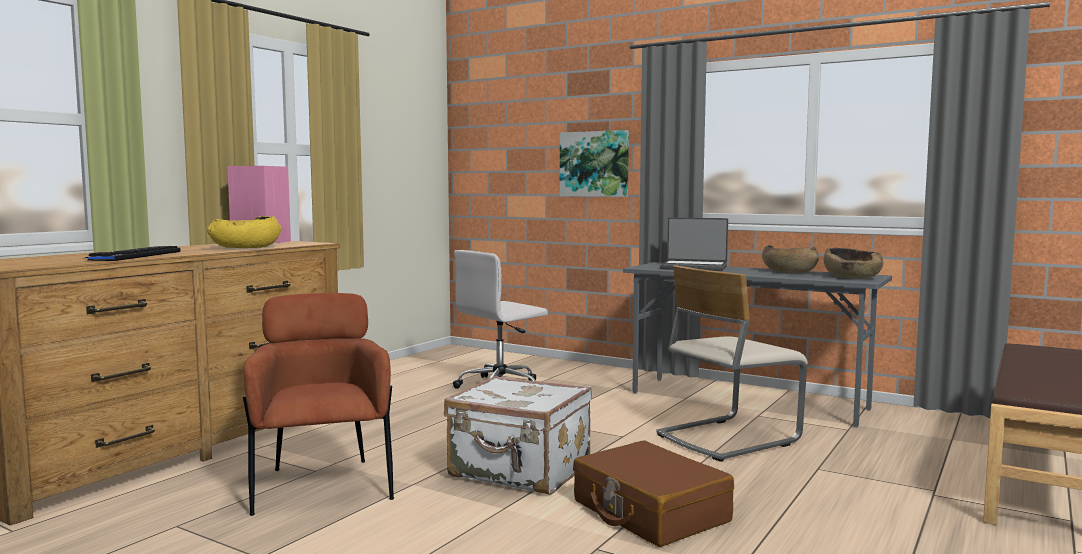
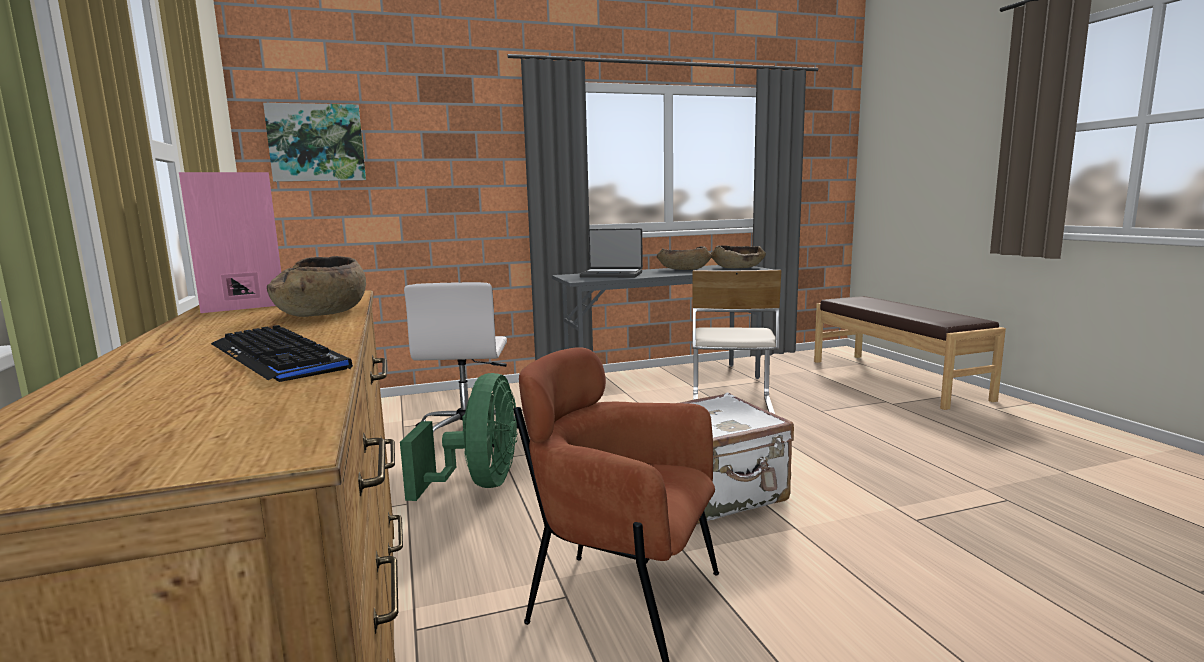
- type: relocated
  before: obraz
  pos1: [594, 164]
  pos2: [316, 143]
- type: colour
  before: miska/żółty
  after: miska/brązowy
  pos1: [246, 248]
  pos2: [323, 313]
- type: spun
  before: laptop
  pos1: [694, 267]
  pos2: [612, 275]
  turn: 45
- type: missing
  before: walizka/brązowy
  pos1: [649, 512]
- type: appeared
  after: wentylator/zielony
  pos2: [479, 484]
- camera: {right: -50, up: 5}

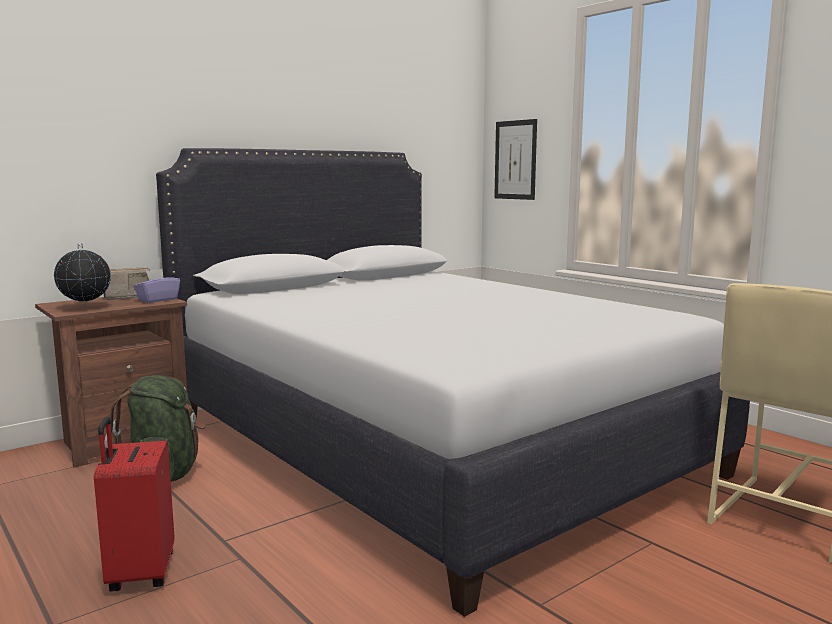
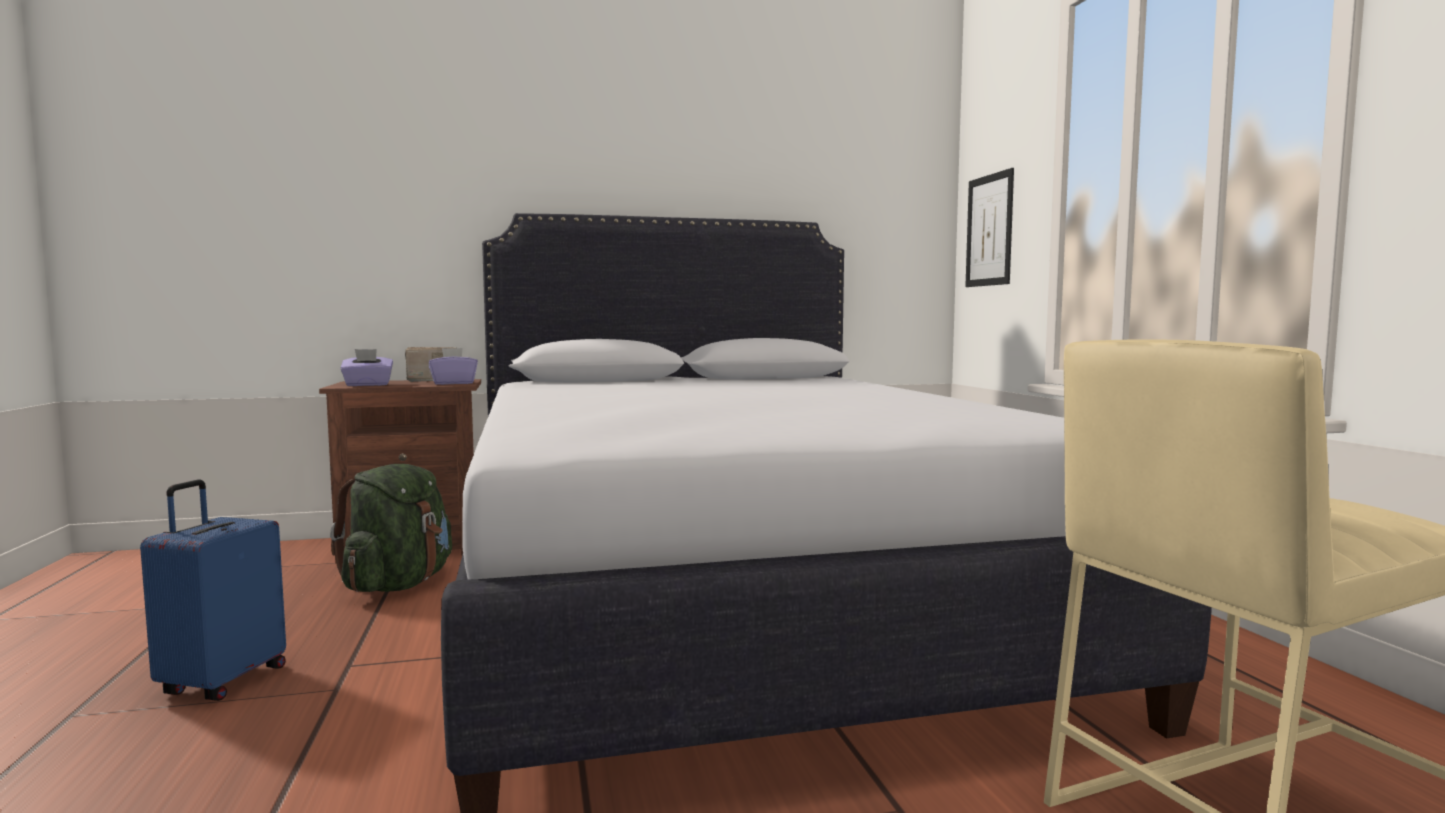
- type: exchanged
  before: globus
  after: pudełko chusteczek/fioletowy
  pos1: [86, 308]
  pos2: [368, 385]
- type: colour
  before: walizka/czerwony
  after: walizka/niebieski
  pos1: [139, 573]
  pos2: [222, 682]
- camera: {right: 25, up: -5}

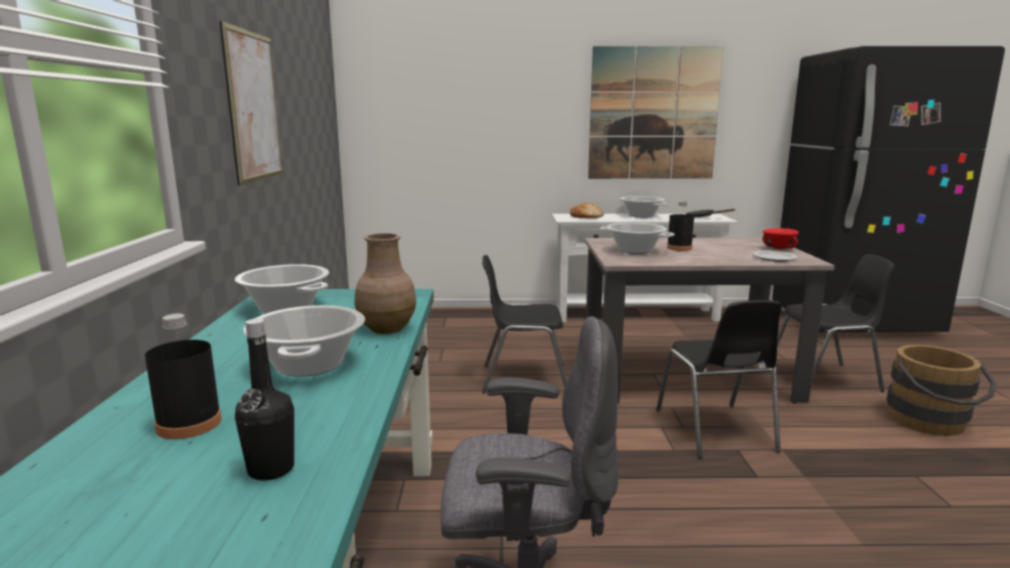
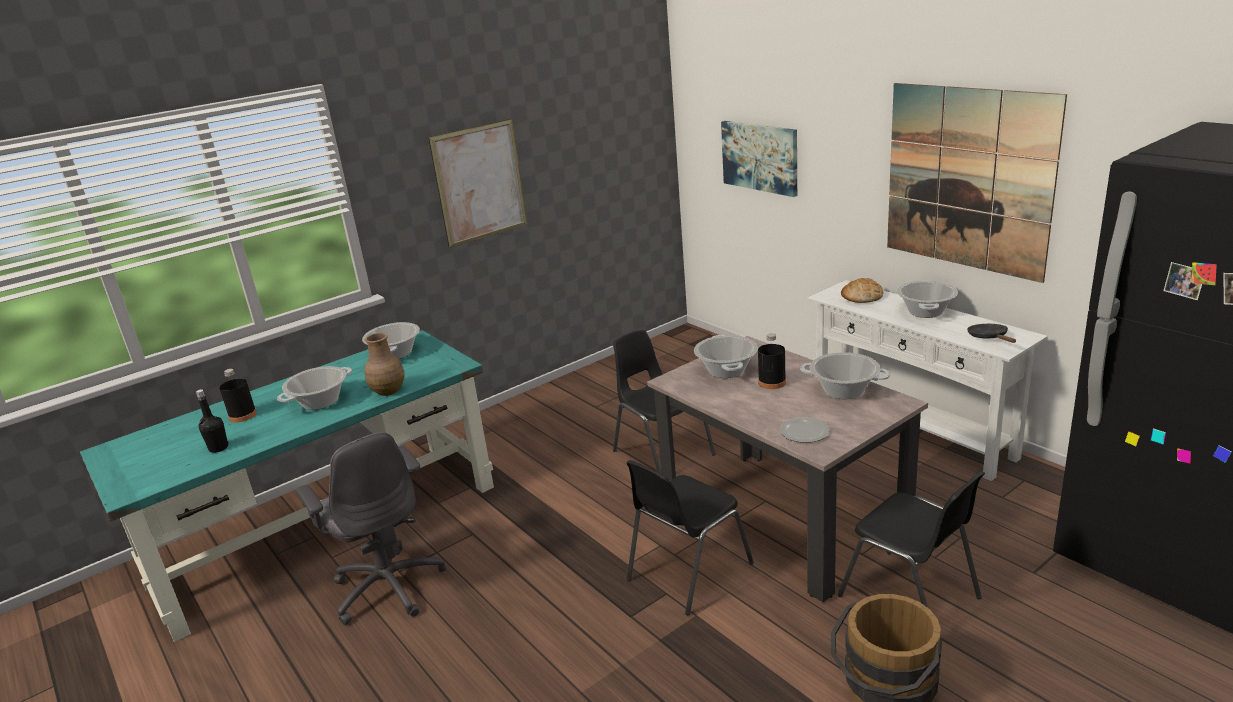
- type: missing
  before: miska/czerwony
  pos1: [779, 248]
- type: appeared
  after: obraz
  pos2: [760, 157]
- type: appeared
  after: garnek
  pos2: [844, 391]
- camera: {right: 55, up: 10}

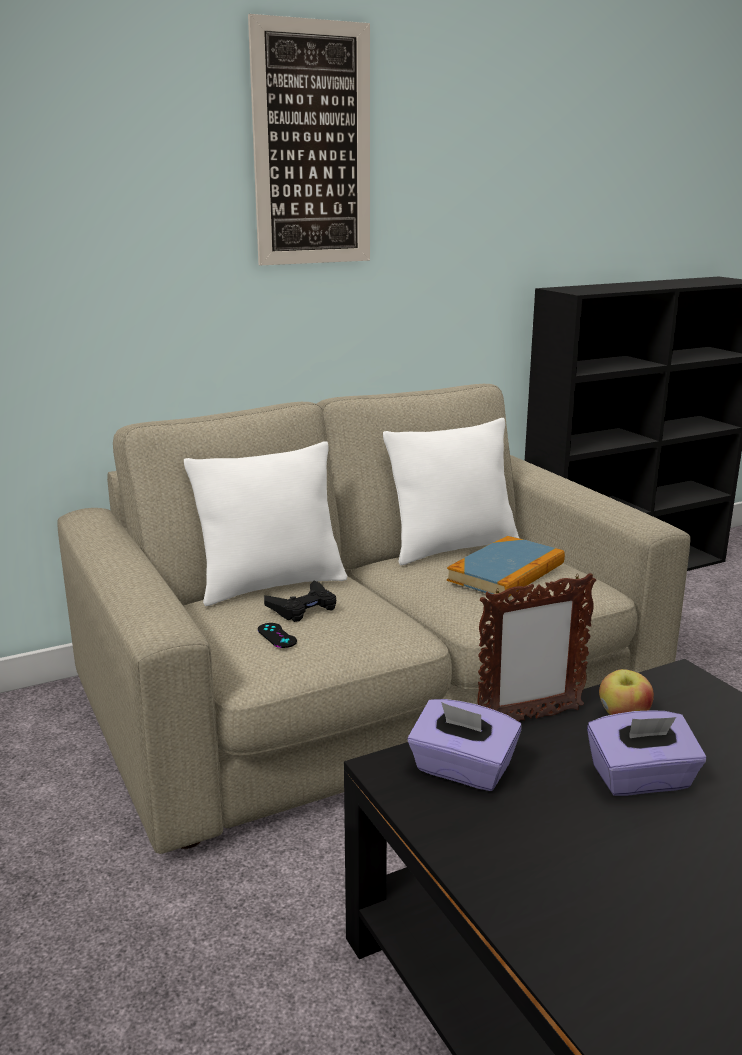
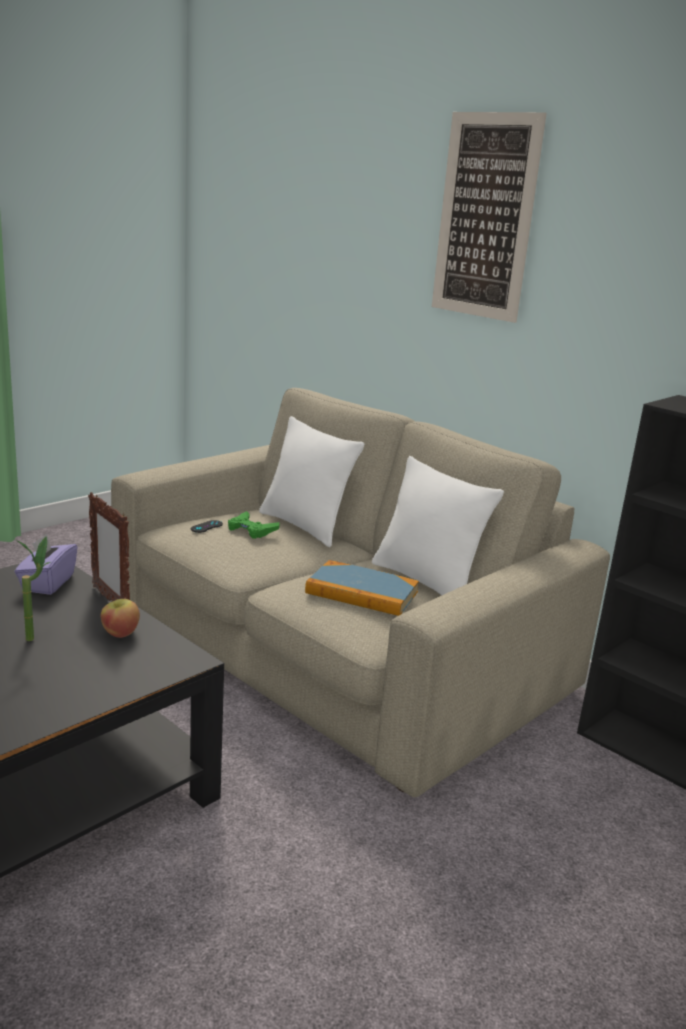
- type: colour
  before: pad do gier/czarny
  after: pad do gier/zielony
  pos1: [303, 608]
  pos2: [251, 530]
- type: exchanged
  before: pudełko chusteczek/fioletowy
  after: roślina doniczkowa
  pos1: [641, 780]
  pos2: [37, 636]
- camera: {right: 70, up: 0}

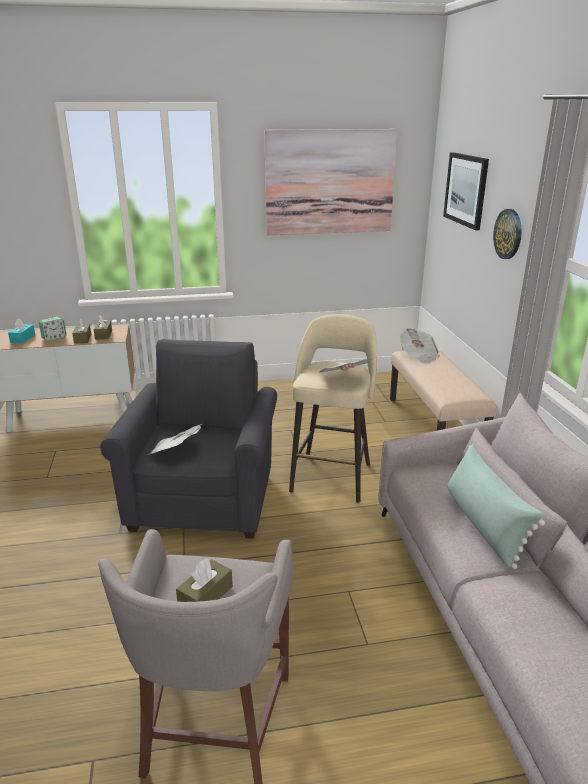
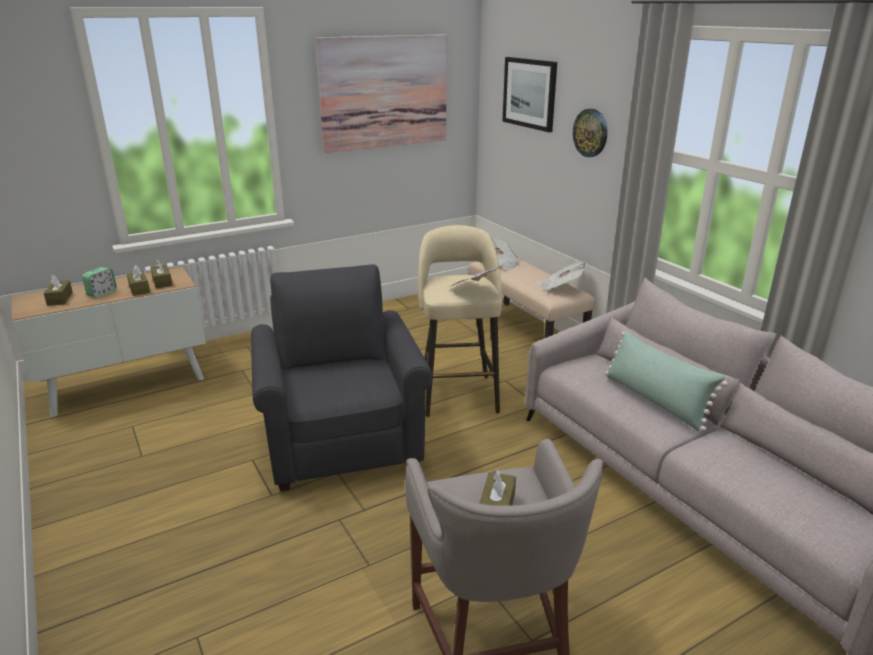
- type: colour
  before: pudełko chusteczek/turkusowy
  after: pudełko chusteczek/brązowy
  pos1: [23, 338]
  pos2: [60, 299]
- type: relocated
  before: gazeta
  pos1: [176, 452]
  pos2: [560, 287]
- camera: {right: -20, up: 0}

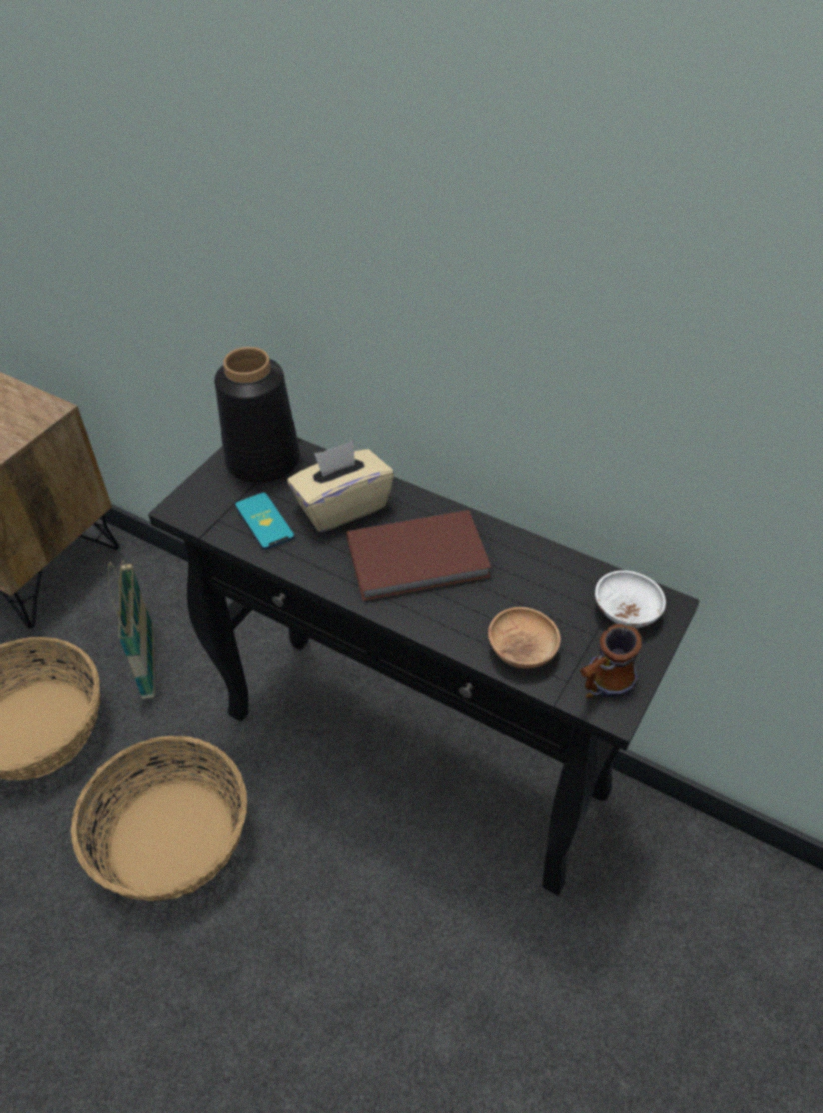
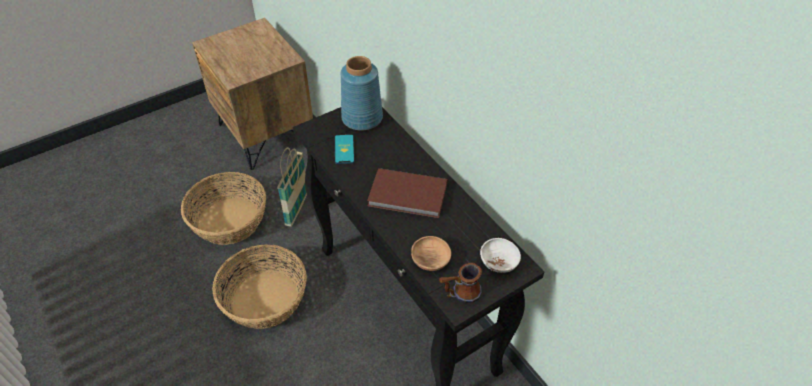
- type: colour
  before: wazon/czarny
  after: wazon/niebieski
  pos1: [263, 459]
  pos2: [362, 118]
- type: missing
  before: pudełko chusteczek/beżowy
  pos1: [342, 506]
- camera: {right: 25, up: 0}

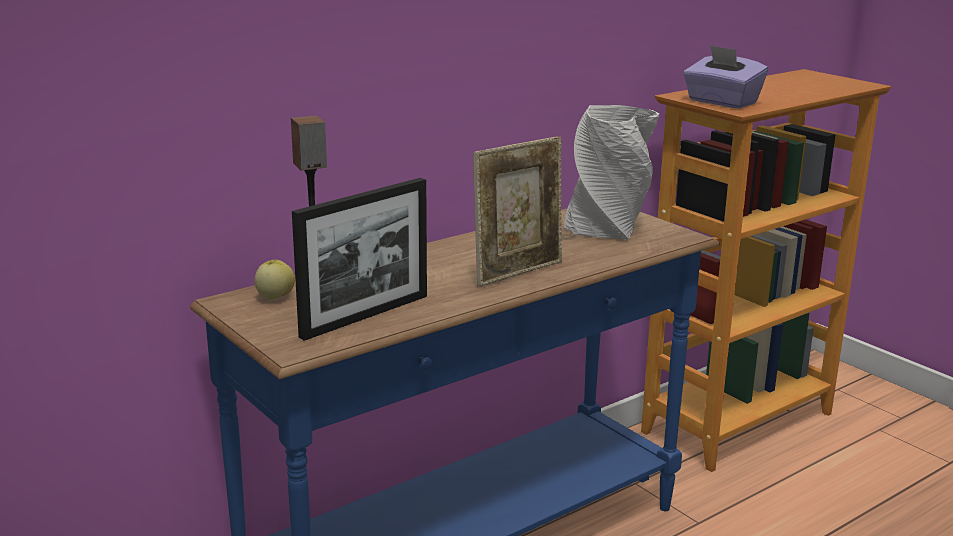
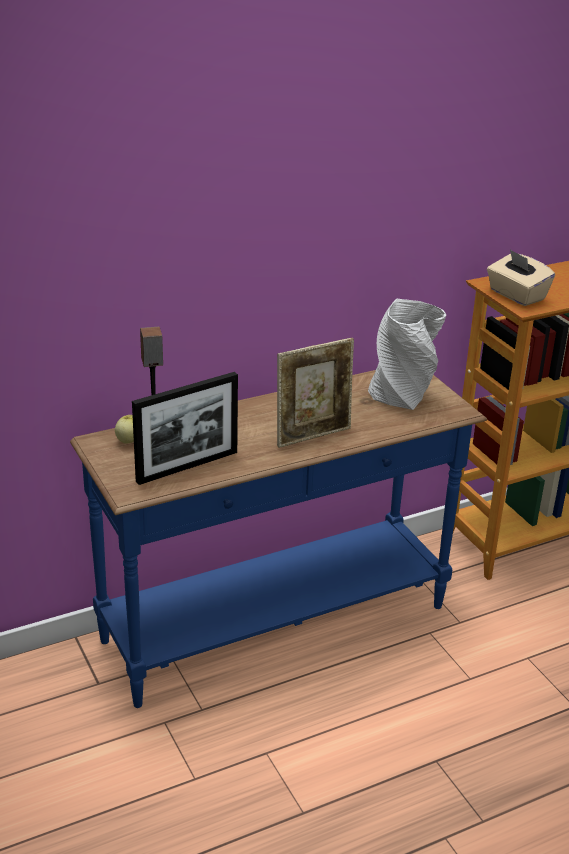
- type: colour
  before: pudełko chusteczek/fioletowy
  after: pudełko chusteczek/beżowy
  pos1: [721, 102]
  pos2: [516, 295]
- camera: {right: 10, up: 10}

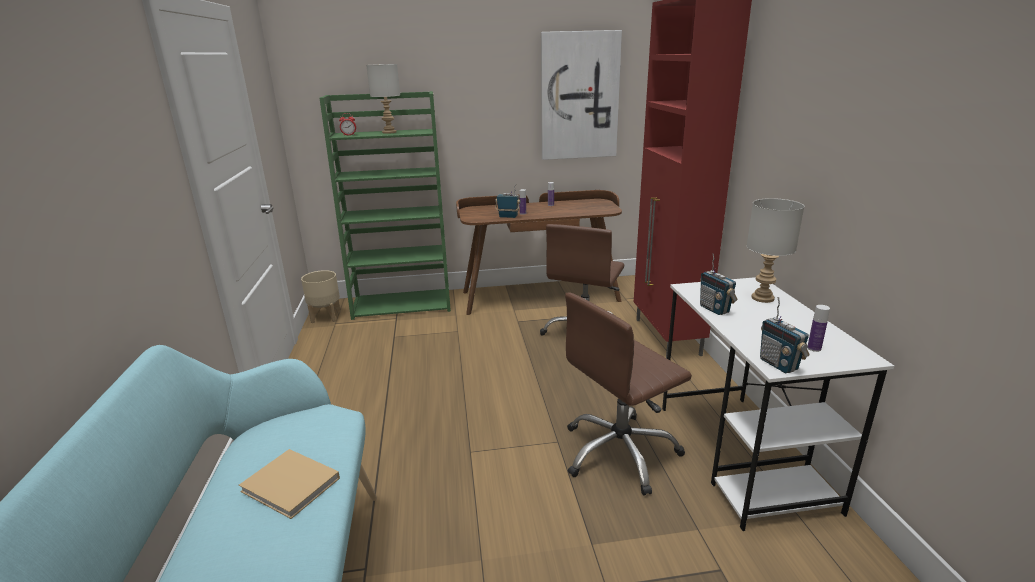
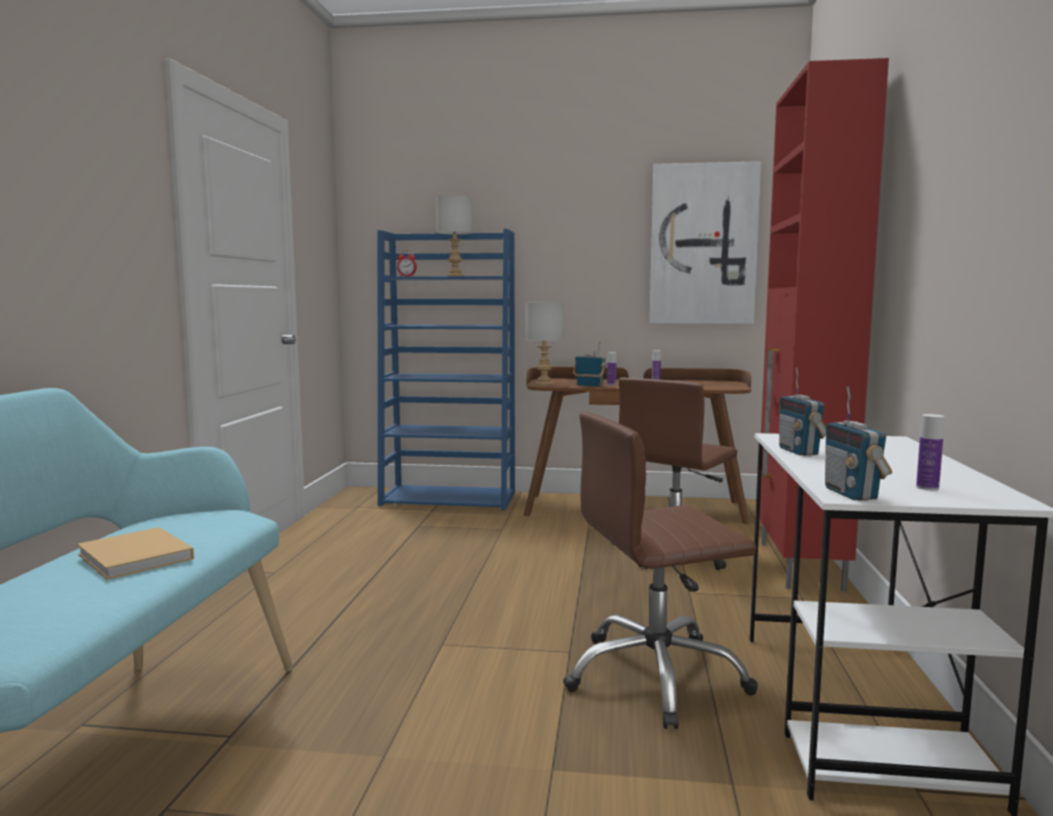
- type: colour
  before: regał/zielony
  after: regał/niebieski
  pos1: [403, 304]
  pos2: [450, 498]
- type: relocated
  before: lampa stołowa/szary
  pos1: [763, 298]
  pos2: [544, 384]
- type: missing
  before: donica/beżowy
  pos1: [326, 317]
- camera: {right: 15, up: -15}

